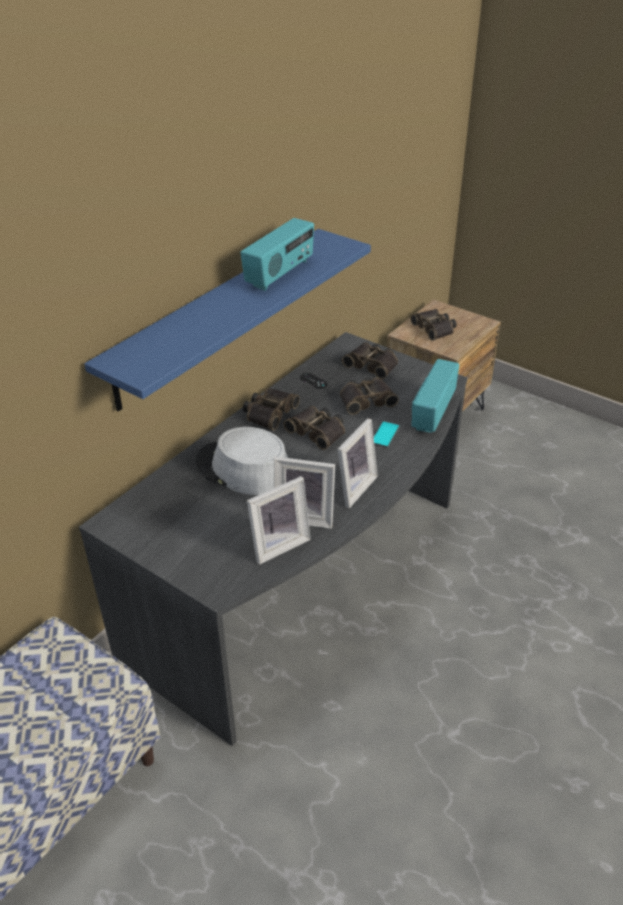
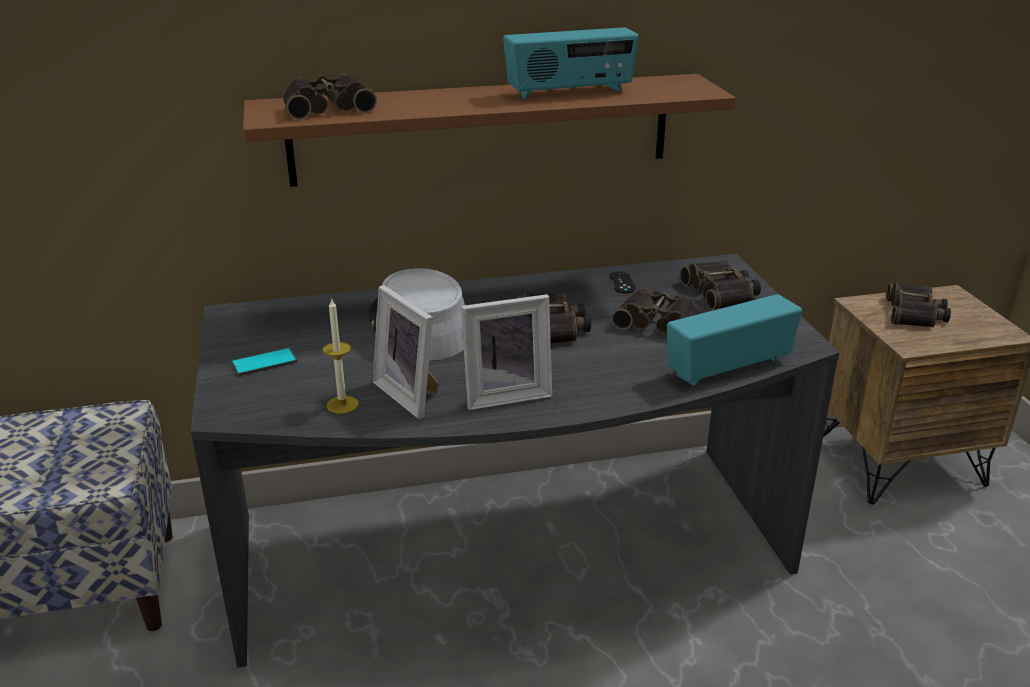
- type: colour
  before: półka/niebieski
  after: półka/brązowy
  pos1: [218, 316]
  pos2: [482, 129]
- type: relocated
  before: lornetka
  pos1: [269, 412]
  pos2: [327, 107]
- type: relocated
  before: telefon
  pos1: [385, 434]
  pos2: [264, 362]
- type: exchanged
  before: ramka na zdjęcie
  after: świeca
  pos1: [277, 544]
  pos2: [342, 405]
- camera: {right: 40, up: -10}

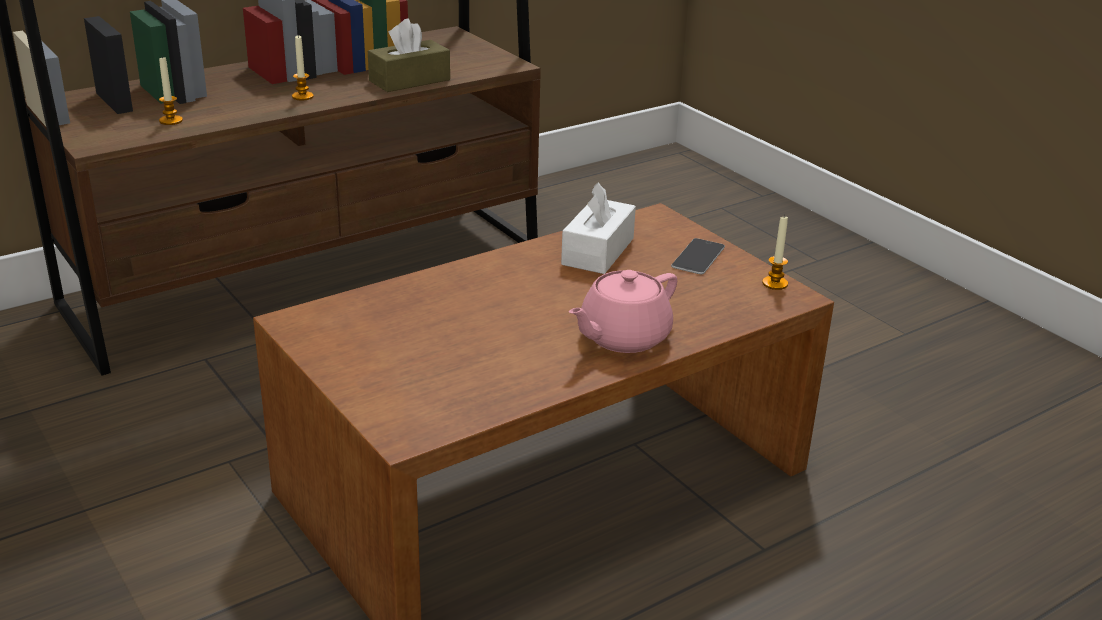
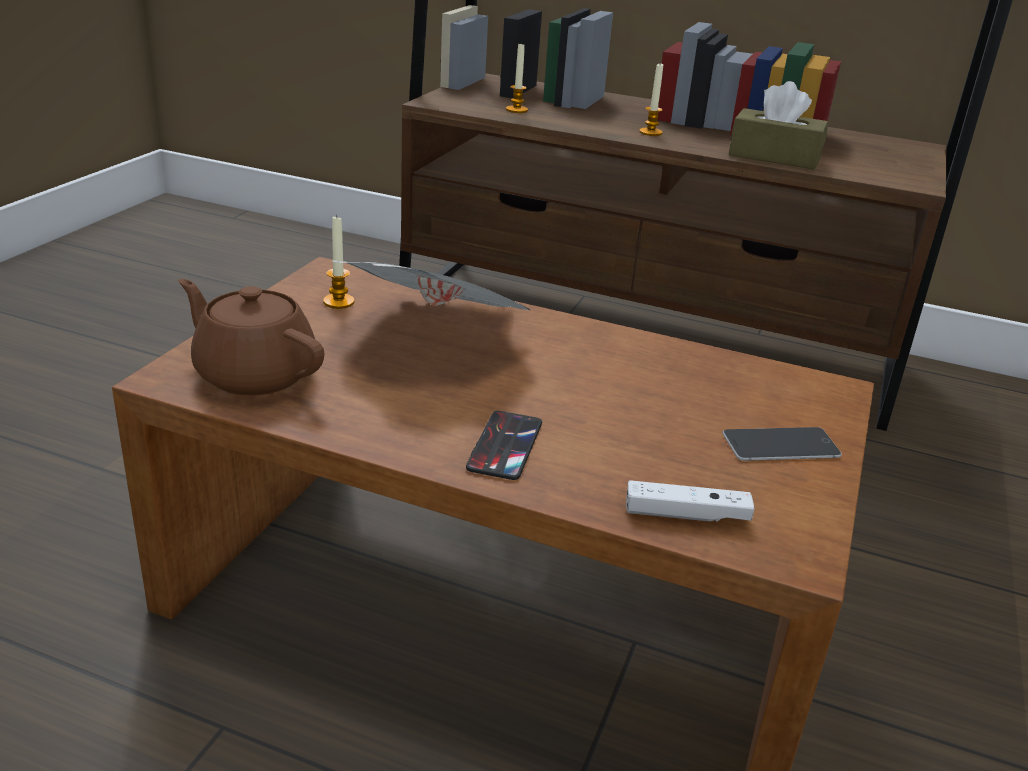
- type: missing
  before: pudełko chusteczek/biały
  pos1: [598, 251]
- type: relocated
  before: świeca
  pos1: [775, 283]
  pos2: [338, 302]
- type: exchanged
  before: imbryk/różowy
  after: telefon
  pos1: [622, 337]
  pos2: [505, 445]
- type: appeared
  after: gazeta
  pos2: [440, 336]
- type: appeared
  after: imbryk/brązowy
  pos2: [254, 374]
- type: appeared
  after: pad do gier/biały
  pos2: [686, 514]
- camera: {right: 55, up: 0}

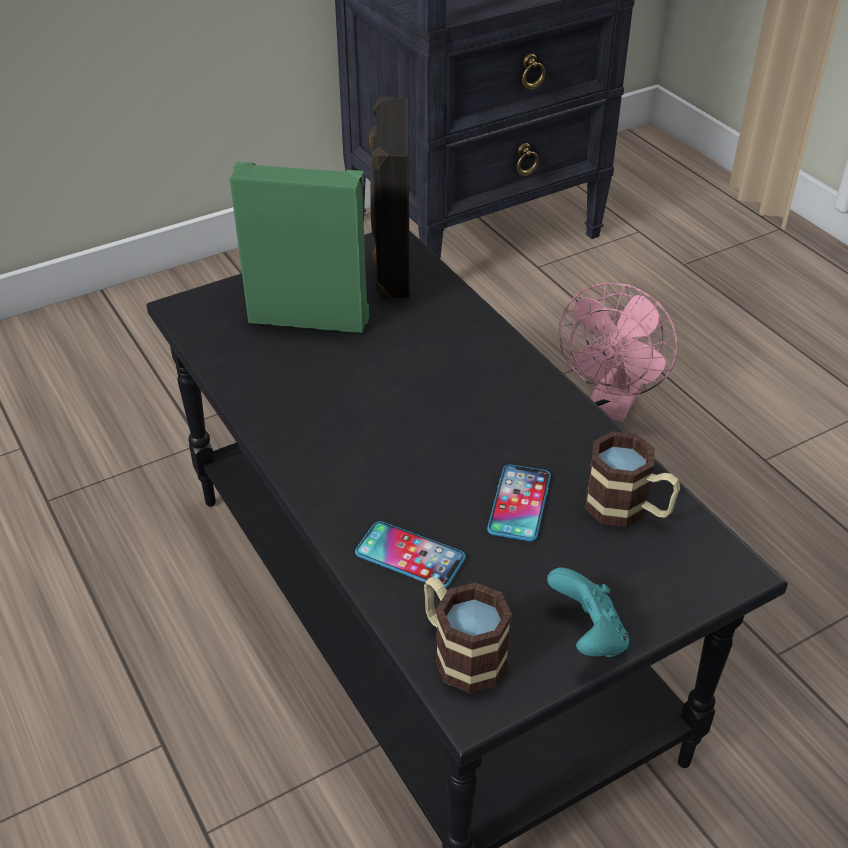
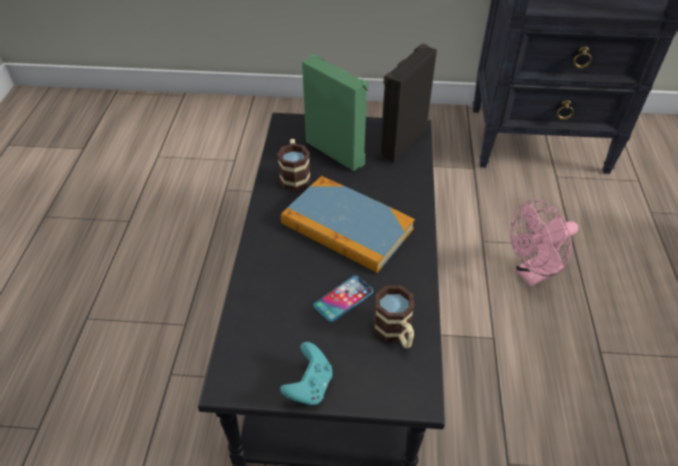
- type: missing
  before: telefon
  pos1: [410, 556]
- type: relocated
  before: kubek
  pos1: [460, 652]
  pos2: [294, 175]
- type: appeared
  after: książka
  pos2: [347, 227]
- camera: {right: 35, up: 5}

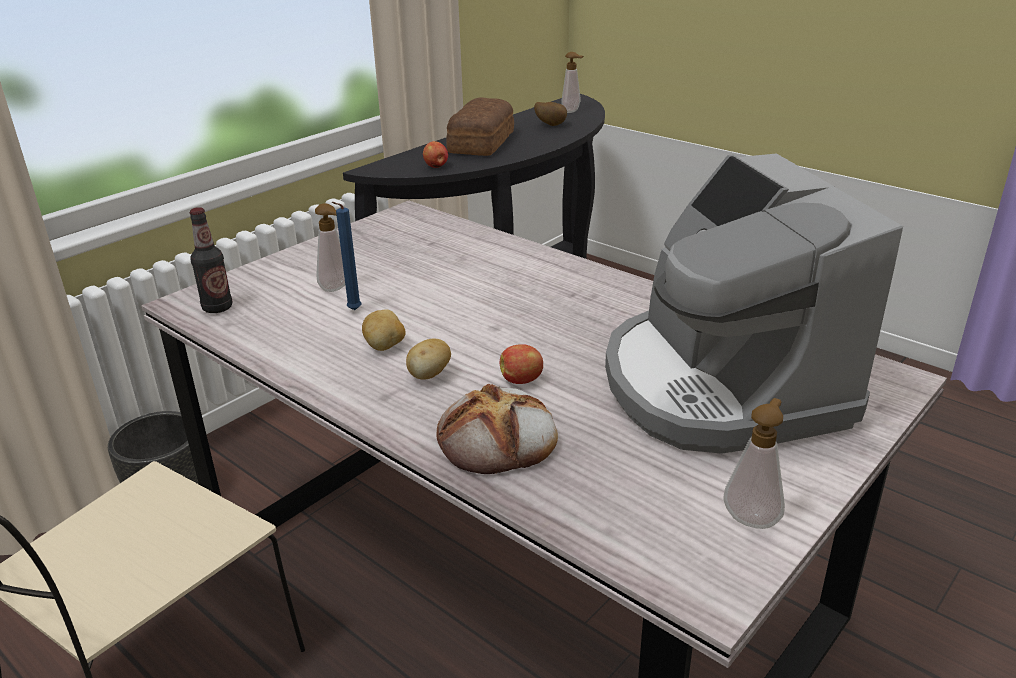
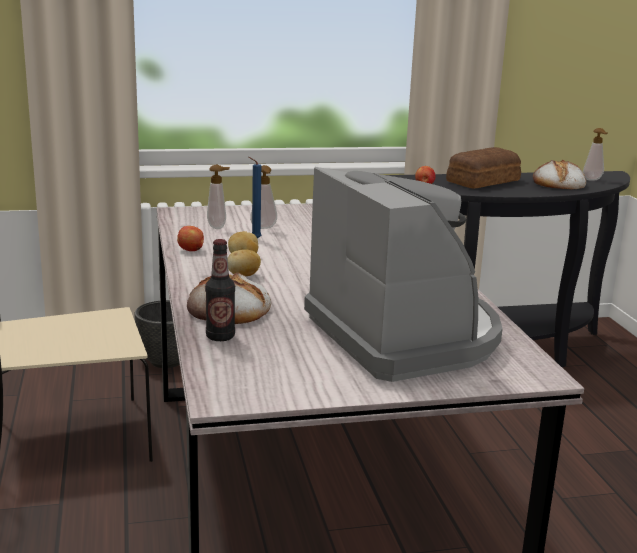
- type: exchanged
  before: ziemniak
  after: chleb
  pos1: [551, 125]
  pos2: [557, 183]
- type: spun
  before: ekspres do kawy
  pos1: [720, 385]
  pos2: [405, 335]
  turn: 135
- type: relocated
  before: butelka
  pos1: [217, 308]
  pos2: [220, 337]
- type: relocated
  before: jabłko
  pos1: [521, 380]
  pos2: [191, 250]
- type: relocated
  before: dozownik mydła
  pos1: [752, 517]
  pos2: [218, 227]
- camera: {right: 35, up: -10}

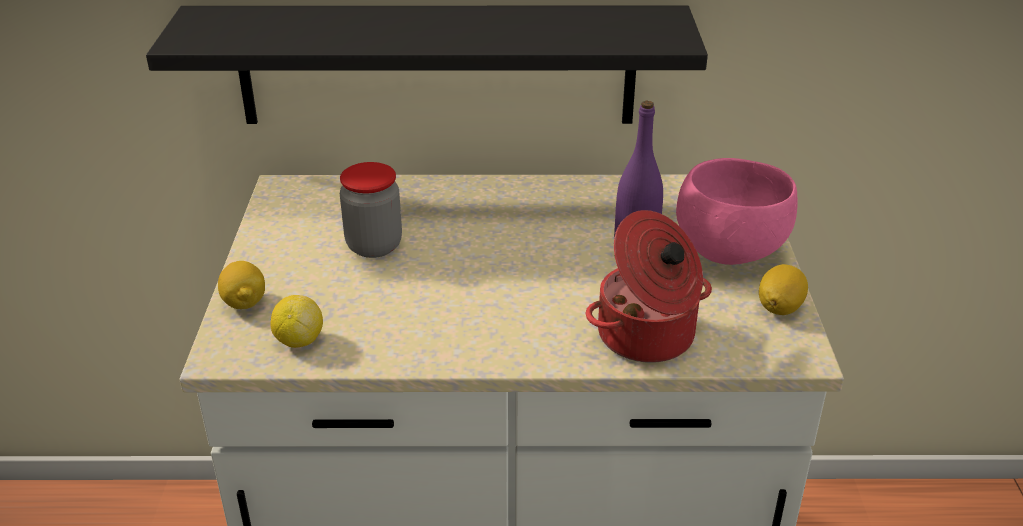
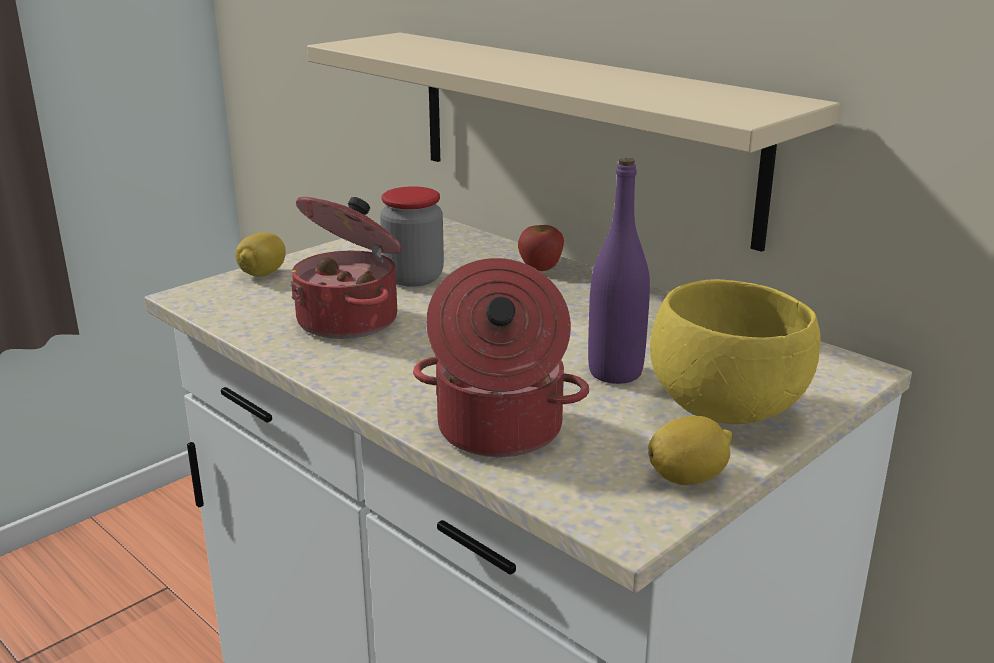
- type: colour
  before: półka/czarny
  after: półka/beżowy
  pos1: [437, 65]
  pos2: [578, 131]
- type: colour
  before: miska/różowy
  after: miska/żółty
  pos1: [729, 251]
  pos2: [728, 410]
- type: missing
  before: cytryna
  pos1: [299, 340]
- type: appeared
  after: garnek
  pos2: [351, 320]
- type: appeared
  after: jabłko
  pos2: [540, 267]
- camera: {right: 45, up: -10}

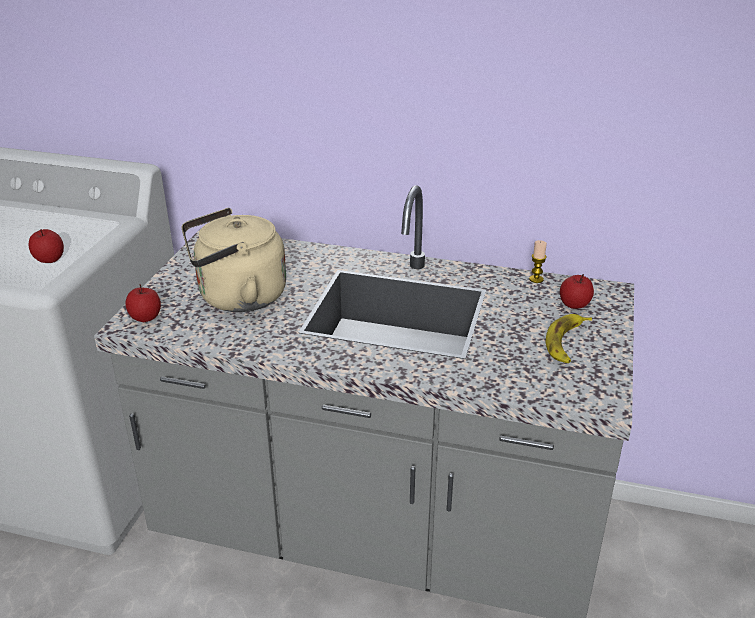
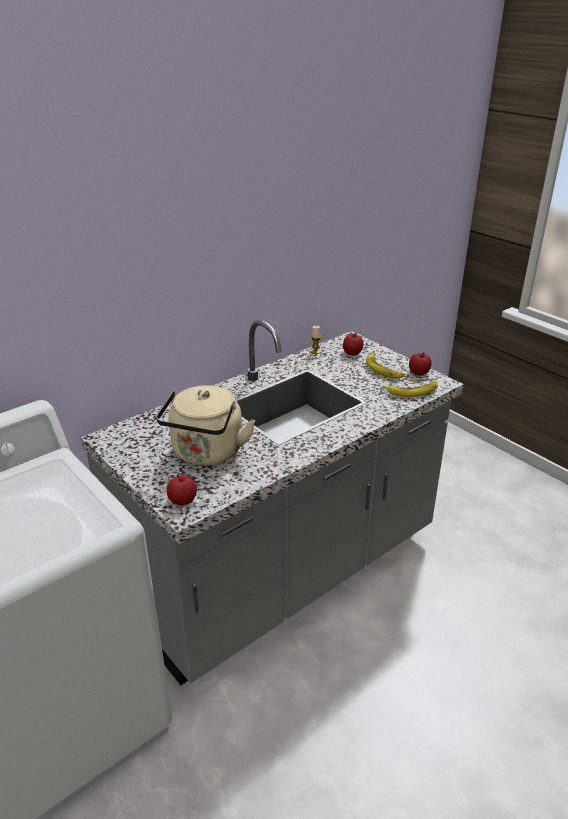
- type: relocated
  before: jabłko
  pos1: [49, 259]
  pos2: [419, 373]
- type: appeared
  after: banan
  pos2: [412, 391]
- camera: {right: -55, up: 0}

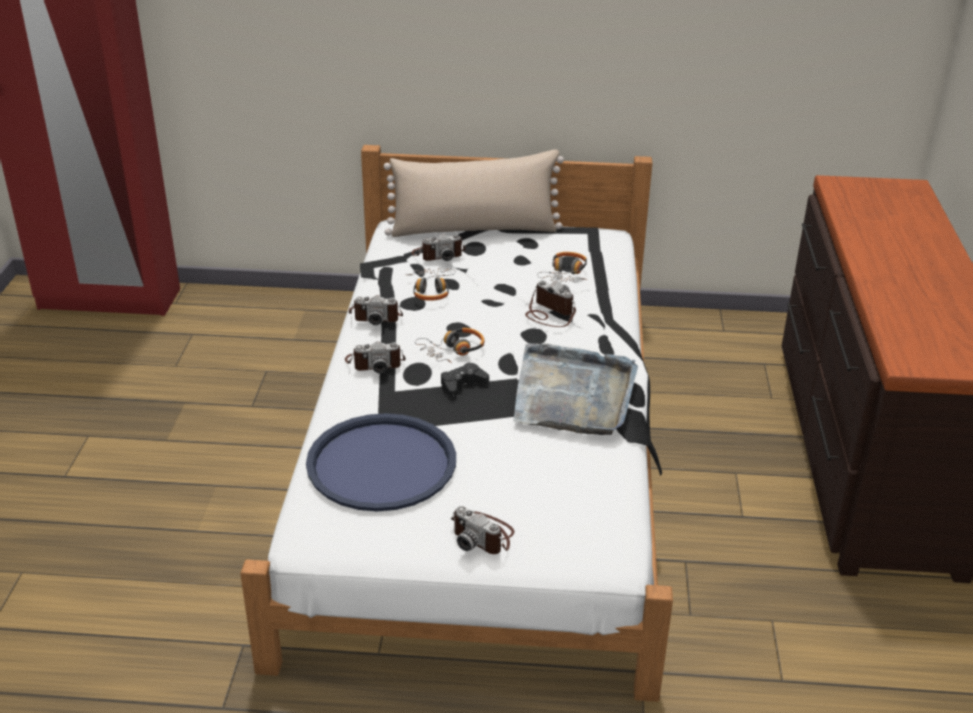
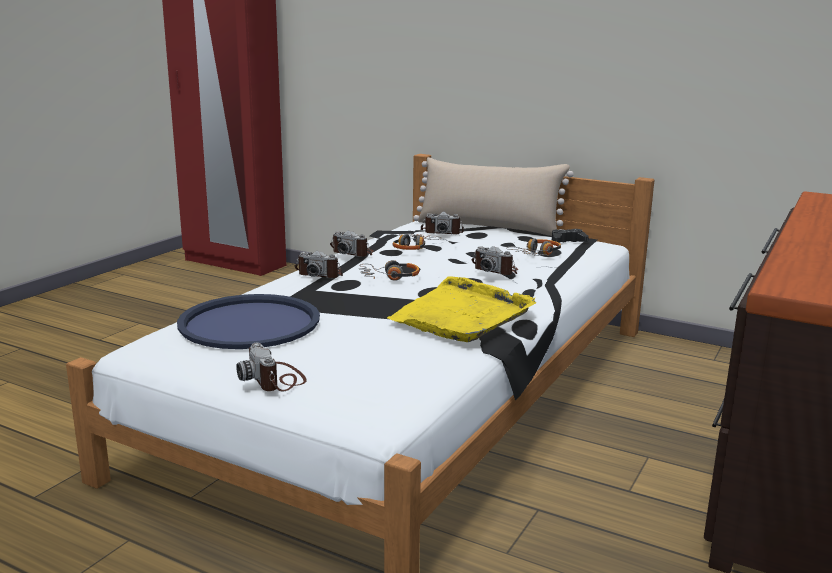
- type: spun
  before: aparat fotograficzny
  pos1: [549, 313]
  pos2: [496, 270]
  turn: 150
- type: colour
  before: taca/szary
  after: taca/żółty
  pos1: [573, 394]
  pos2: [462, 315]
- type: relocated
  before: pad do gier/czarny
  pos1: [462, 385]
  pos2: [567, 241]
- camera: {right: 25, up: -15}

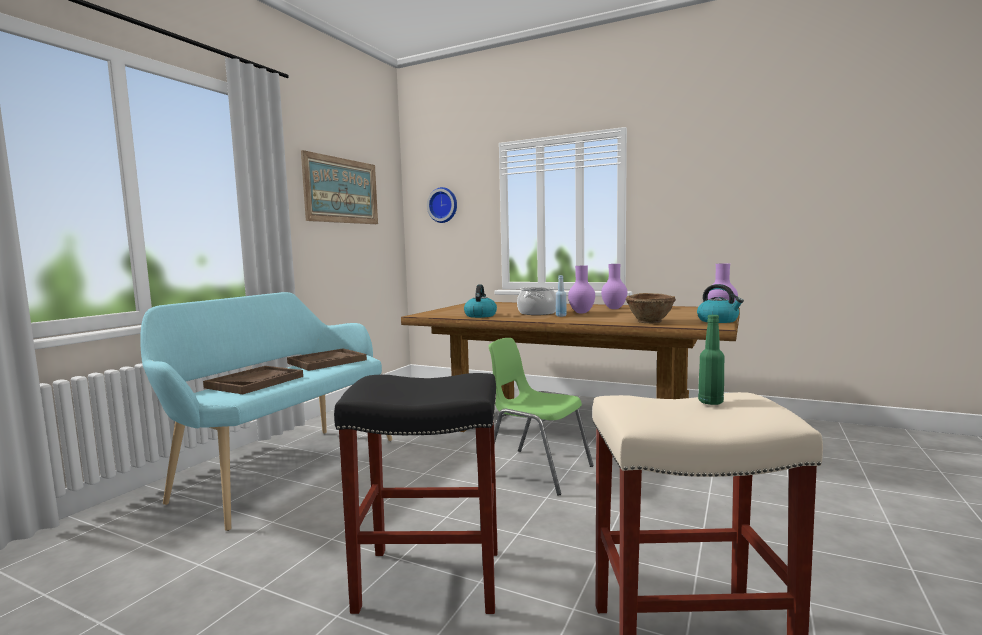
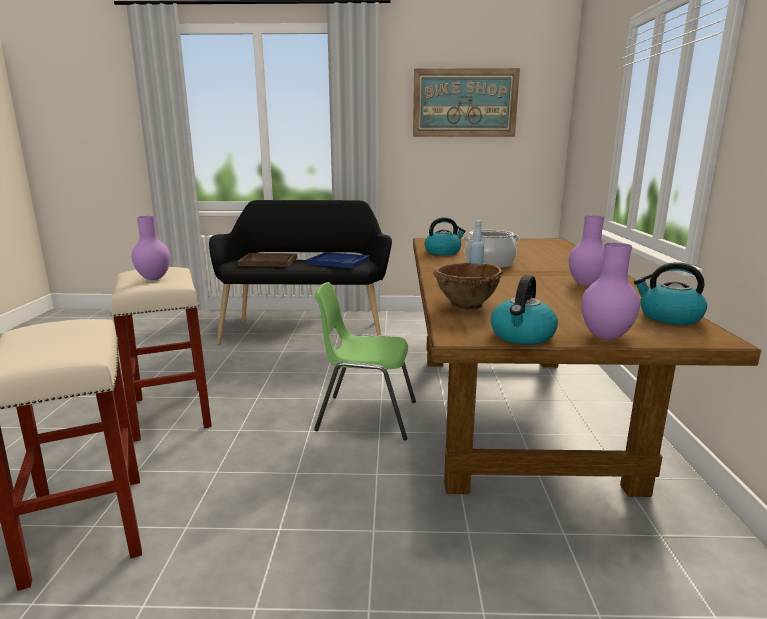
- type: missing
  before: zegar ścienny
  pos1: [443, 205]
- type: relocated
  before: wazon/fioletowy
  pos1: [582, 312]
  pos2: [154, 279]
- type: colour
  before: ławka/turkusowy
  after: ławka/czarny
  pos1: [282, 468]
  pos2: [306, 330]
- type: missing
  before: butelka/zielony
  pos1: [710, 402]
- type: spun
  before: krzesło/zielony
  pos1: [536, 470]
  pos2: [365, 416]
  turn: -90
- type: colour
  before: taca/brązowy
  after: taca/niebieski
  pos1: [327, 361]
  pos2: [338, 262]
- type: colour
  before: stołek/czarny
  after: stołek/beżowy
  pos1: [428, 580]
  pos2: [170, 412]
- type: appeared
  after: czajnik
  pos2: [668, 317]
- camera: {right: 65, up: 10}

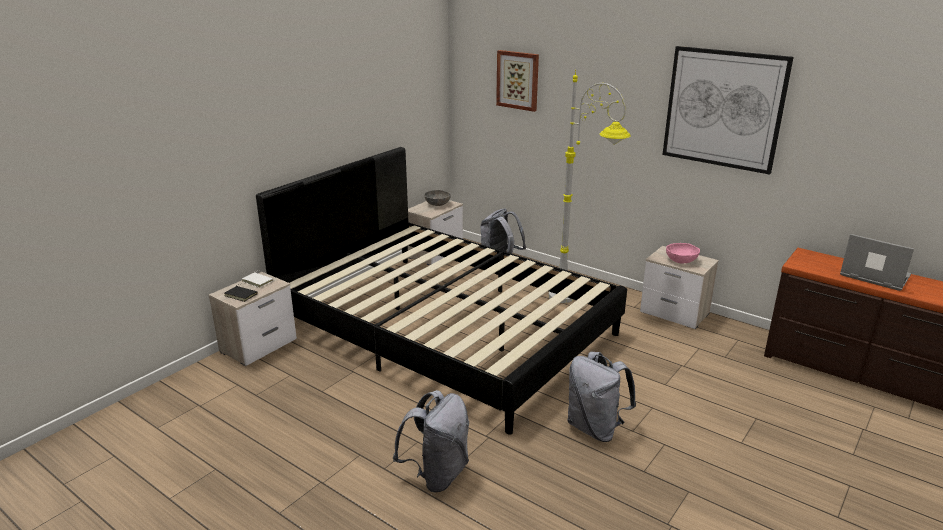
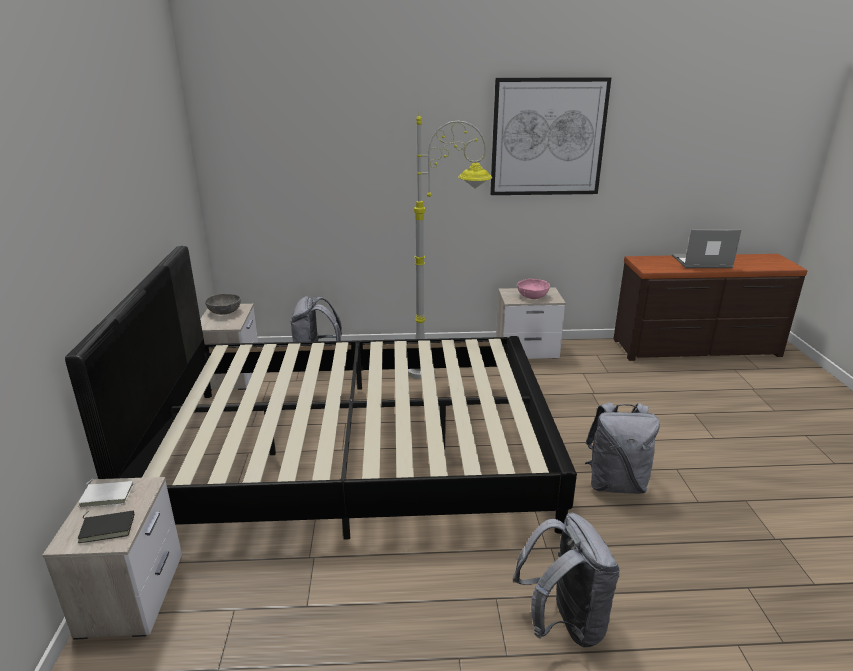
- type: missing
  before: obraz
  pos1: [518, 80]
- camera: {right: -40, up: 0}

